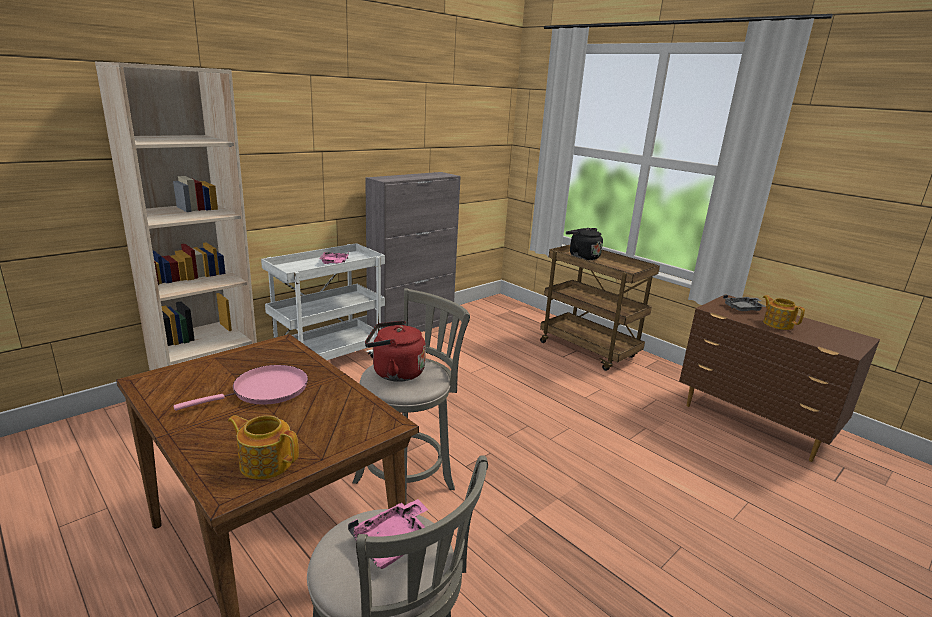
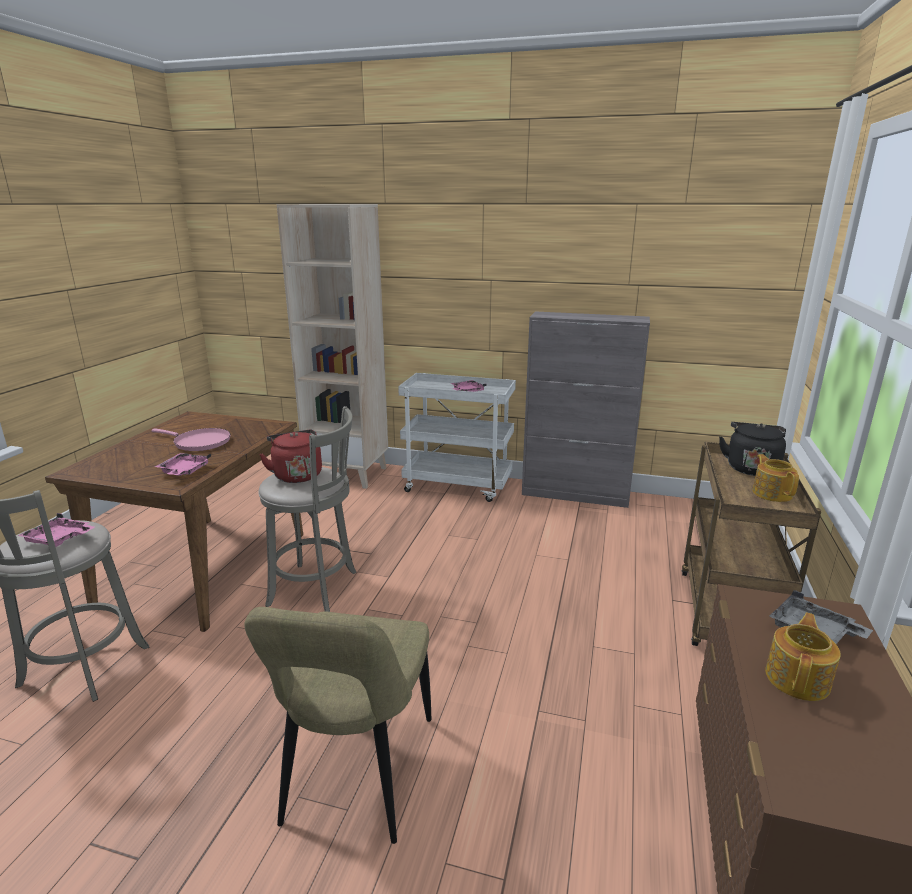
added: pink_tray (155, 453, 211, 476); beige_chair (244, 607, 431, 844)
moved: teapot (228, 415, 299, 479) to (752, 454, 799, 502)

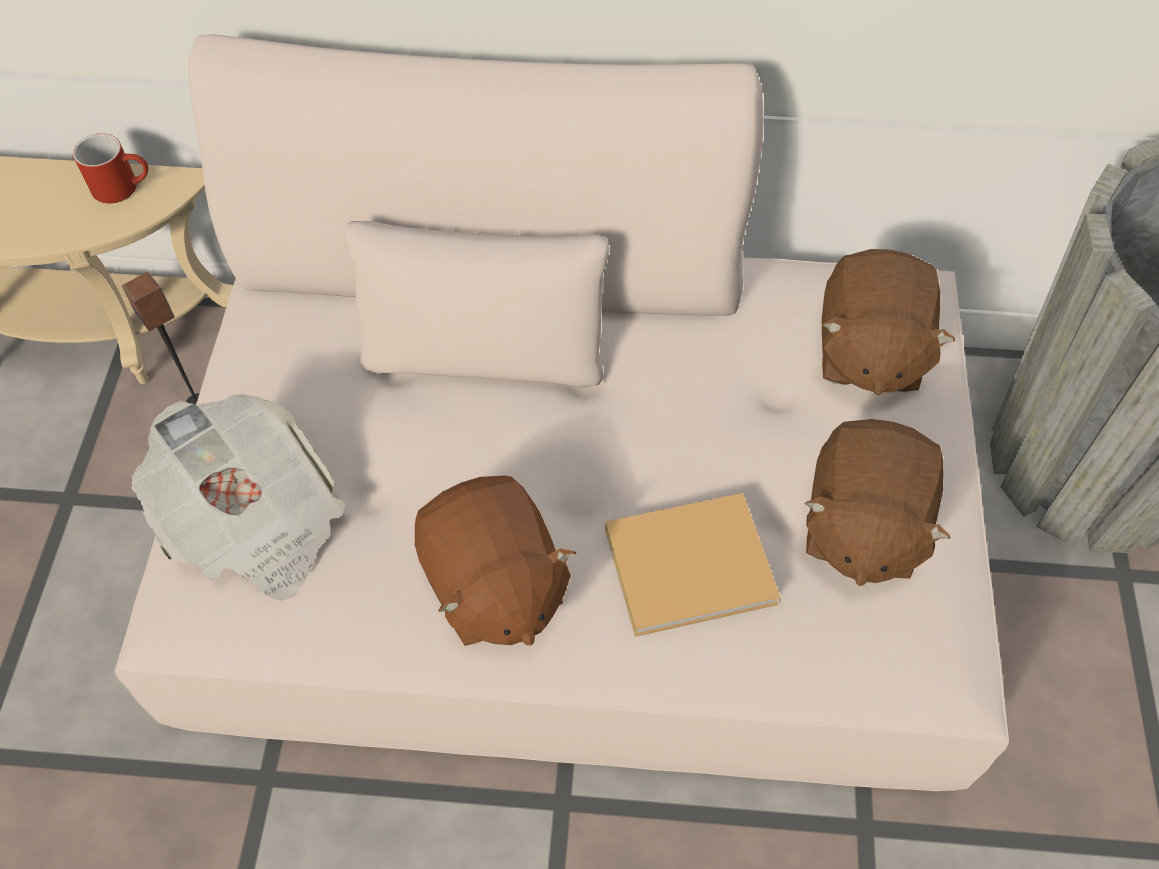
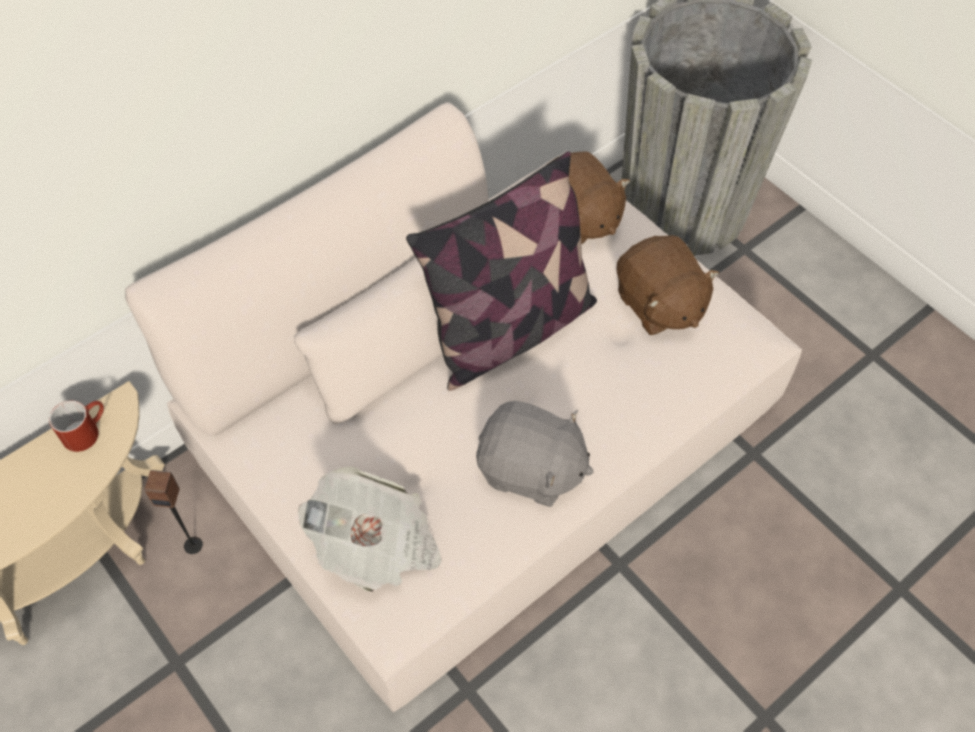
removed: beige_book (605, 493, 780, 637)
added: pillow (406, 151, 597, 391)
recoloured: brown_plush_toy (415, 476, 576, 646) to grey_plush_toy (476, 401, 594, 507)

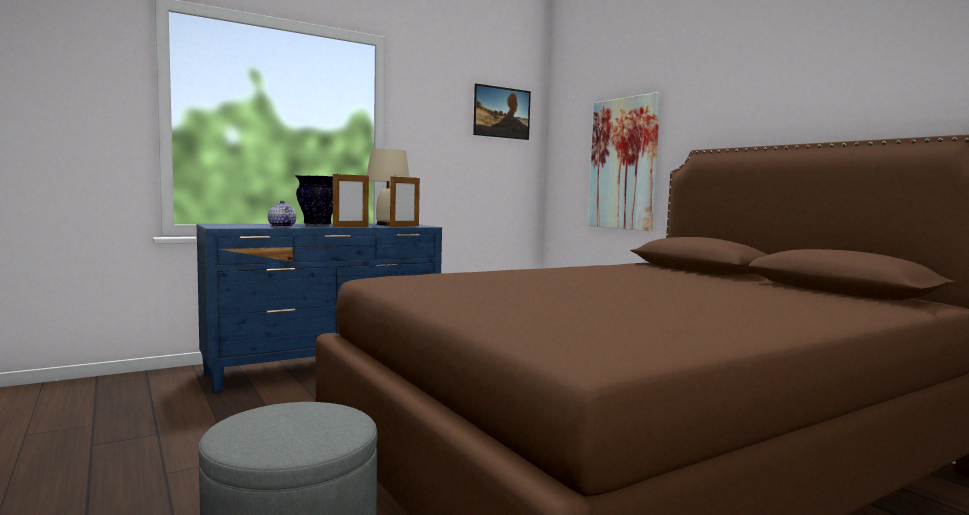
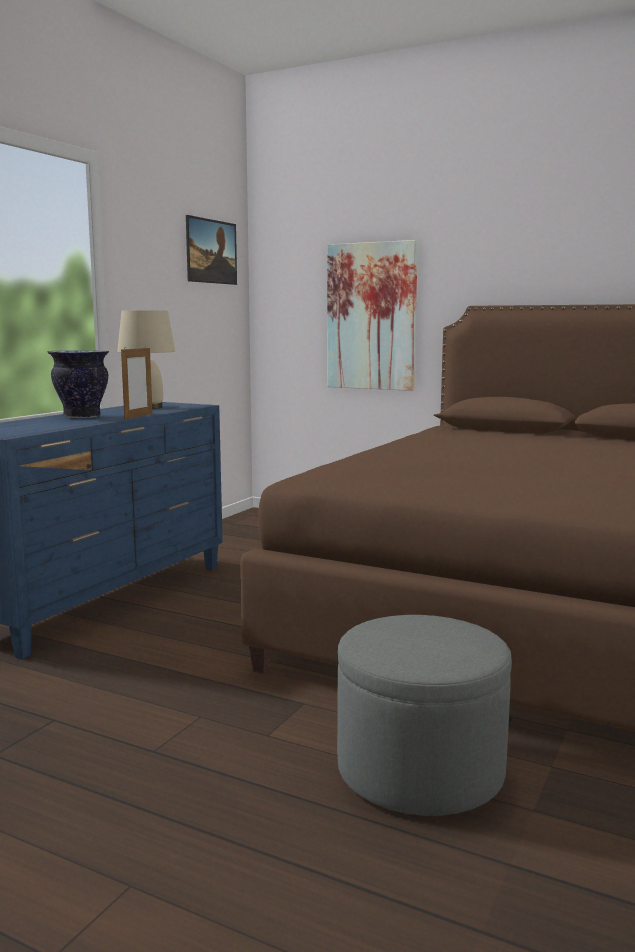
removed: teapot (268, 200, 296, 227); picture_frame (390, 175, 420, 227)

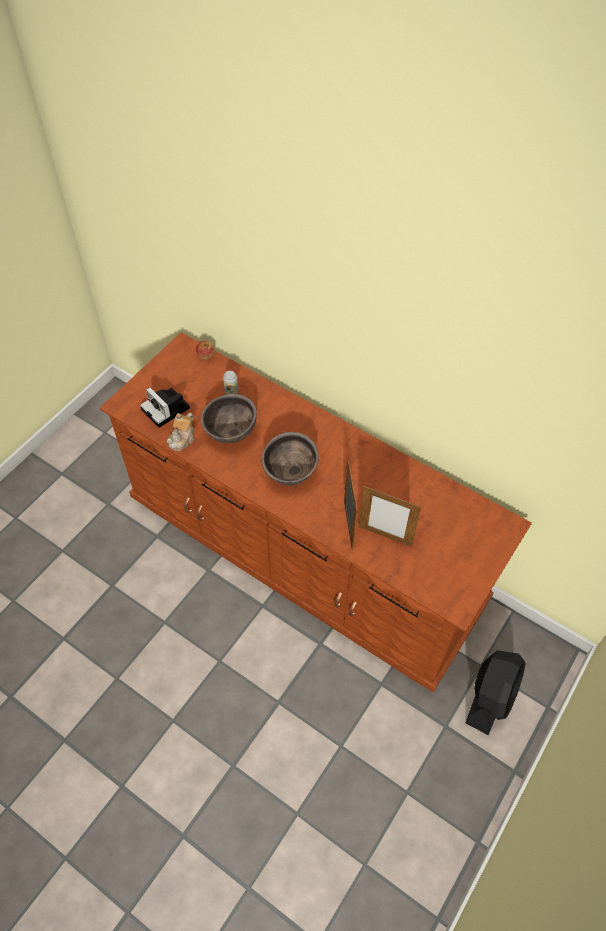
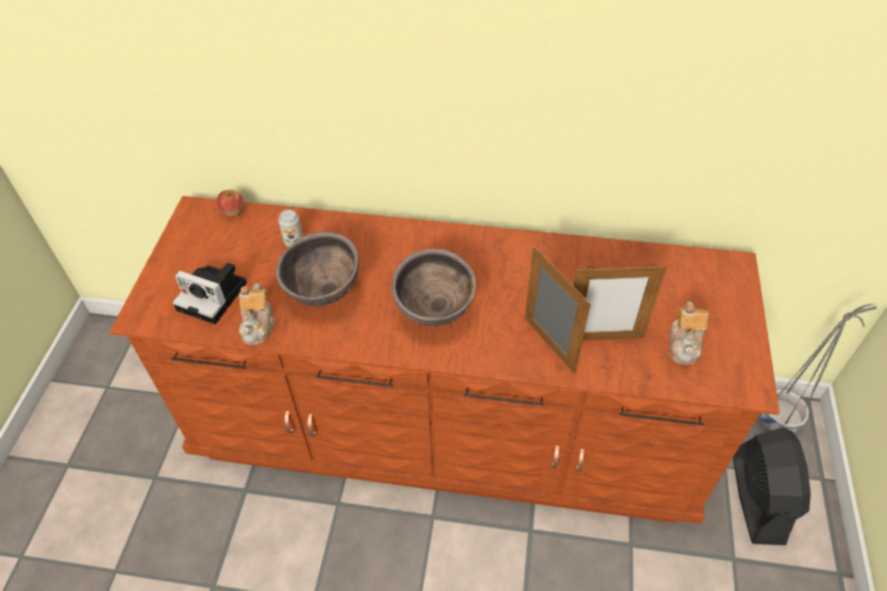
added: teapot (669, 301, 708, 365); grey_planter (760, 304, 877, 434)

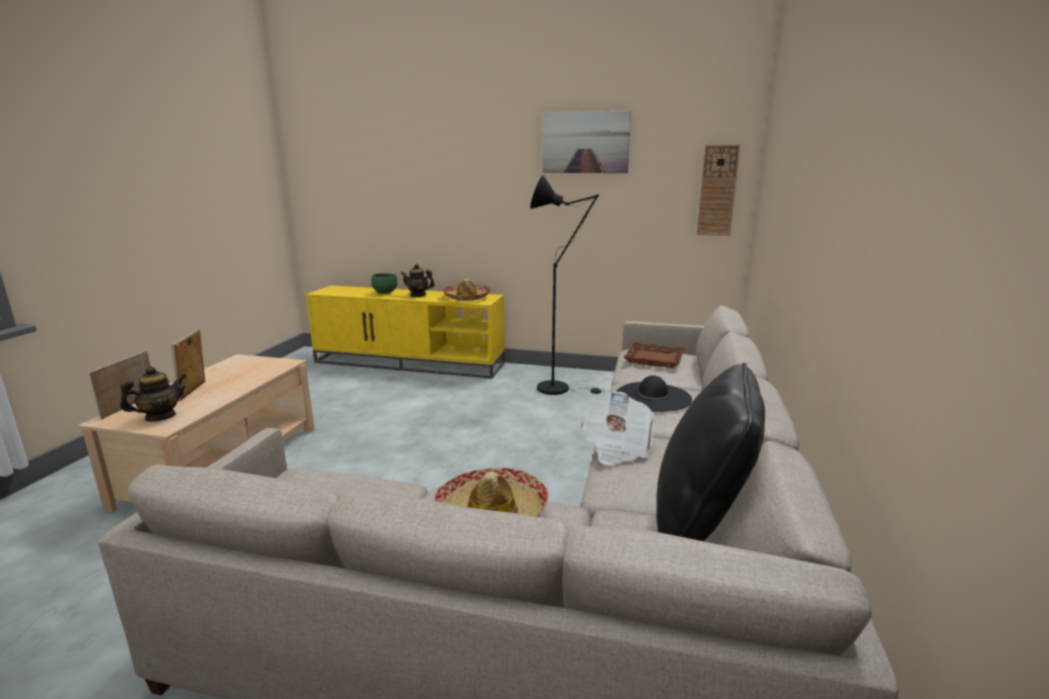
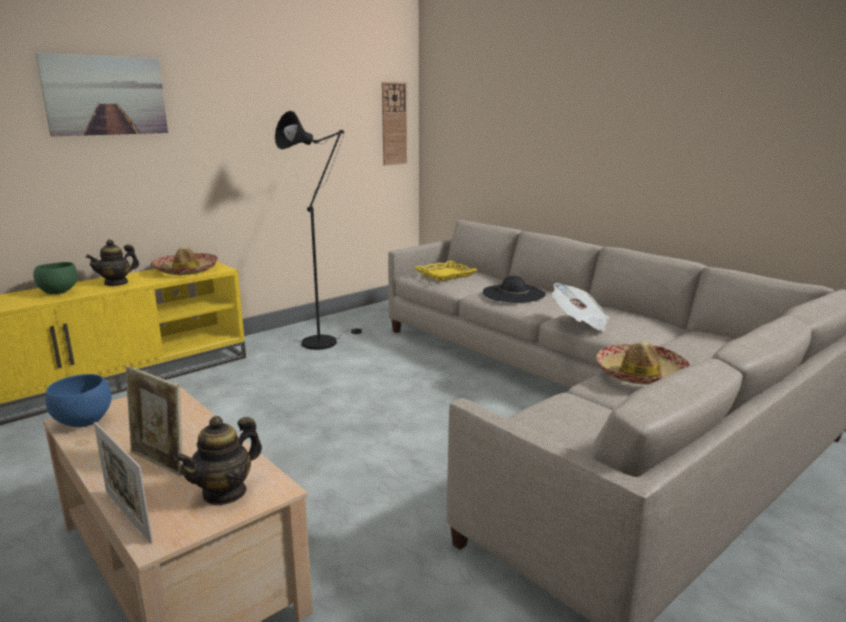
removed: black_pillow (656, 363, 765, 541)
added: blue_bowl (46, 374, 111, 427)
moved: picture (542, 110, 631, 173) to (36, 53, 168, 136)
recoloured: brown_tray (624, 342, 685, 368) to yellow_tray (414, 261, 478, 281)
turned: teapot (120, 366, 187, 421) = (174, 416, 262, 506) 135 degrees counterclockwise

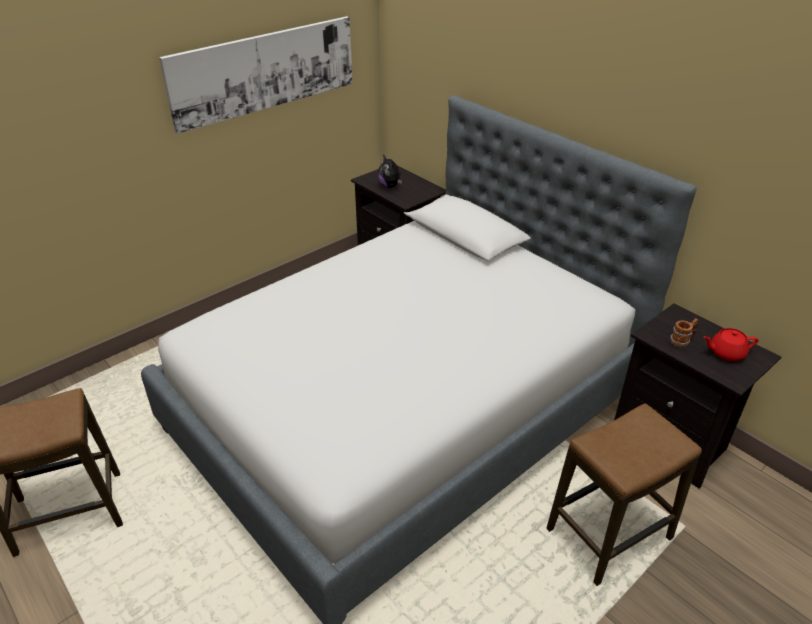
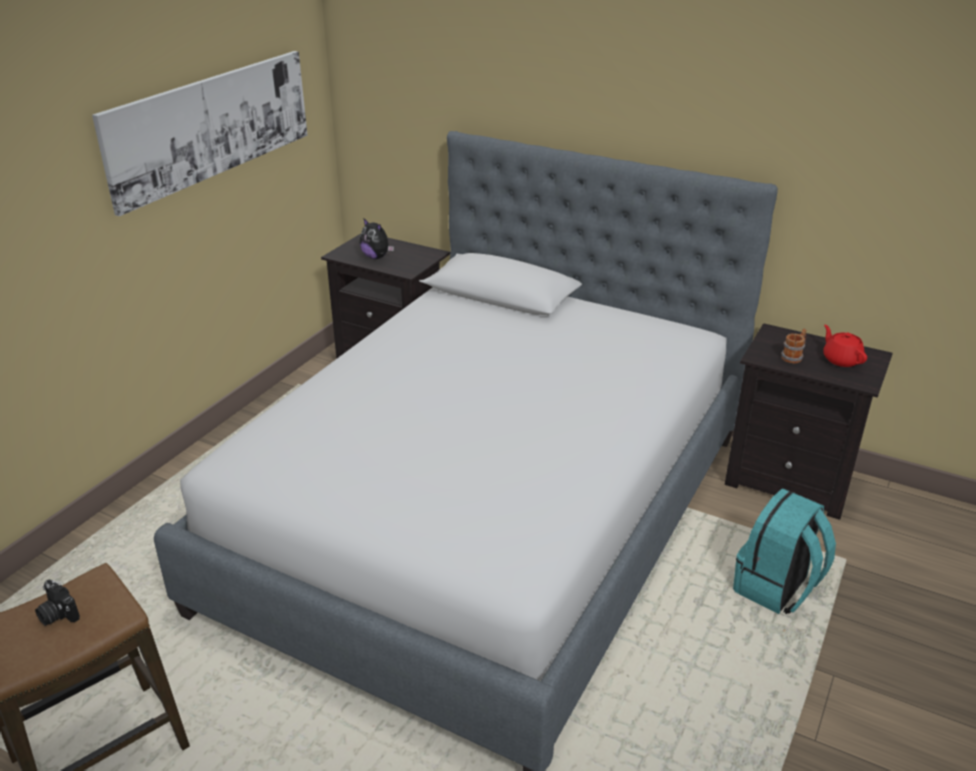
added: photo_camera (35, 580, 80, 626)
replaced: stool (546, 403, 702, 586) to turquoise_backpack (733, 489, 836, 614)
turned: red_teapot (704, 328, 759, 361) = (823, 325, 867, 367) 90 degrees clockwise

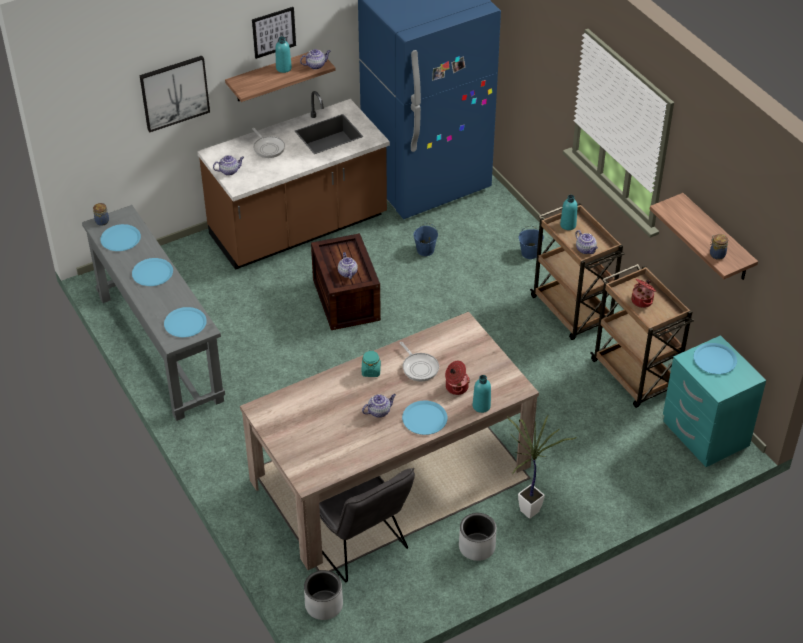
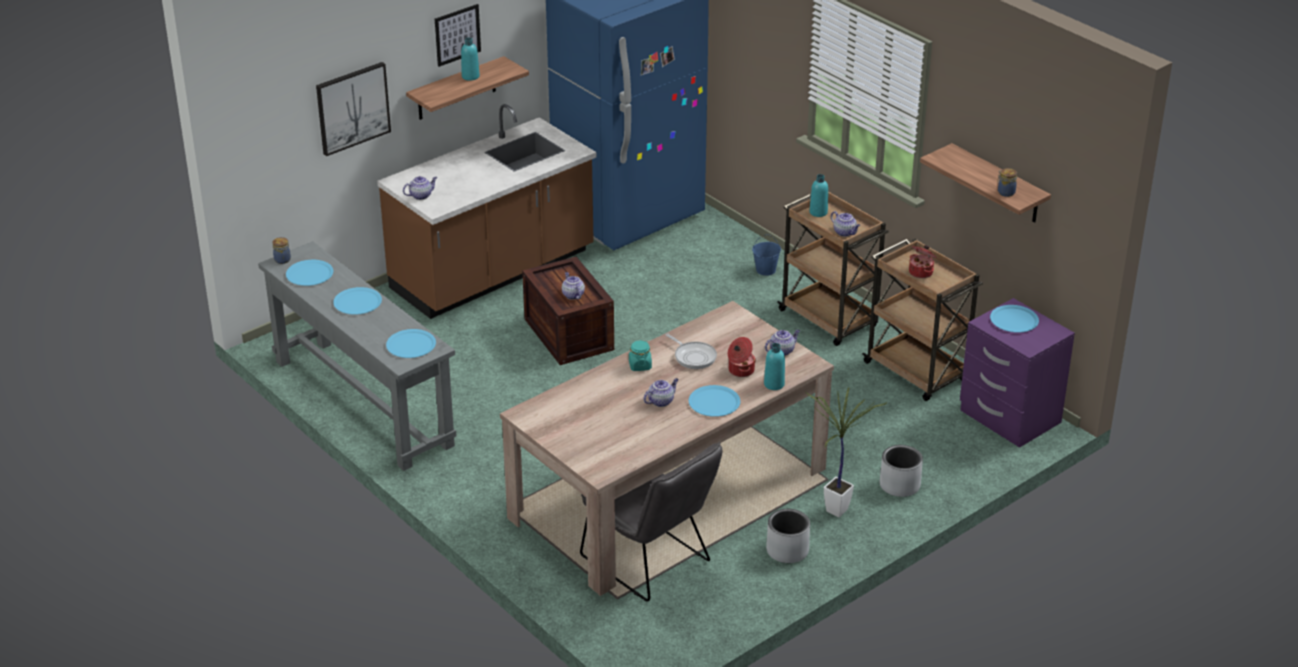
removed: frying_pan (252, 128, 285, 158); blue_bucket (413, 223, 438, 256)
moved: teapot (300, 49, 330, 70) to (765, 330, 800, 356); grey_planter (304, 570, 343, 620) to (880, 445, 923, 497)
recoloured: turquoise_nightstand (663, 335, 766, 467) to purple_nightstand (960, 298, 1075, 448)

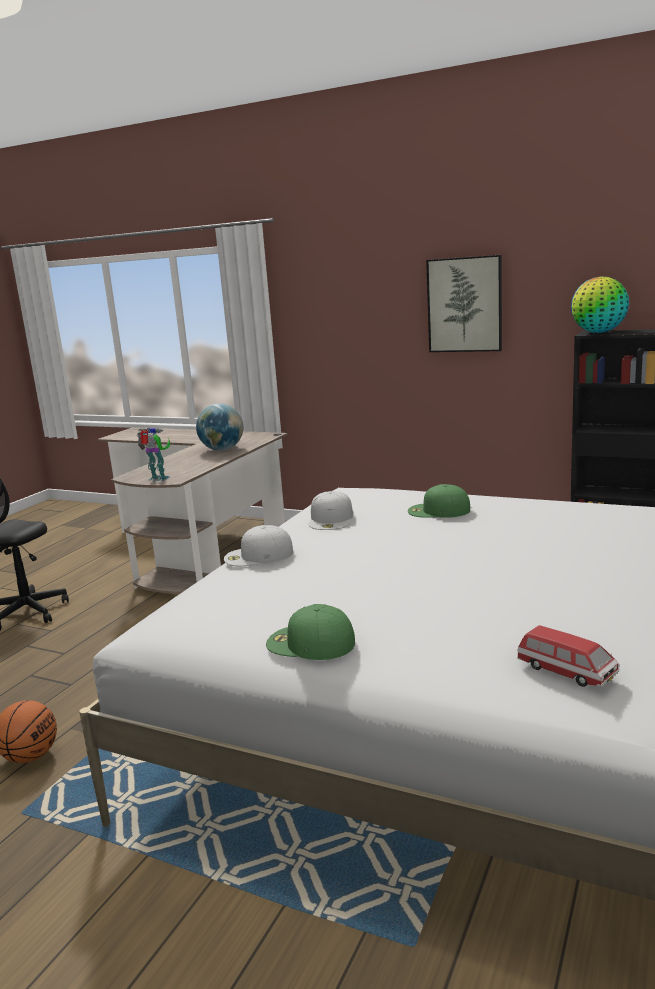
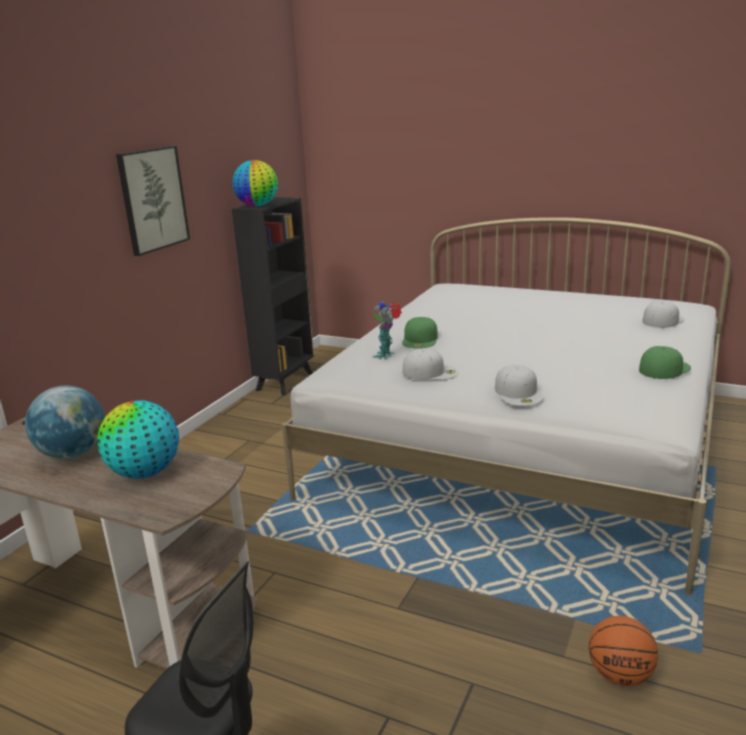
added: globe (97, 400, 179, 479)
moved: toy_robot (137, 428, 170, 481) to (373, 301, 402, 360)
replaced: toy_car (517, 625, 619, 687) to white_cap (642, 301, 684, 328)
turned: green_cap (266, 604, 355, 660) = (639, 346, 691, 379) 150 degrees counterclockwise

